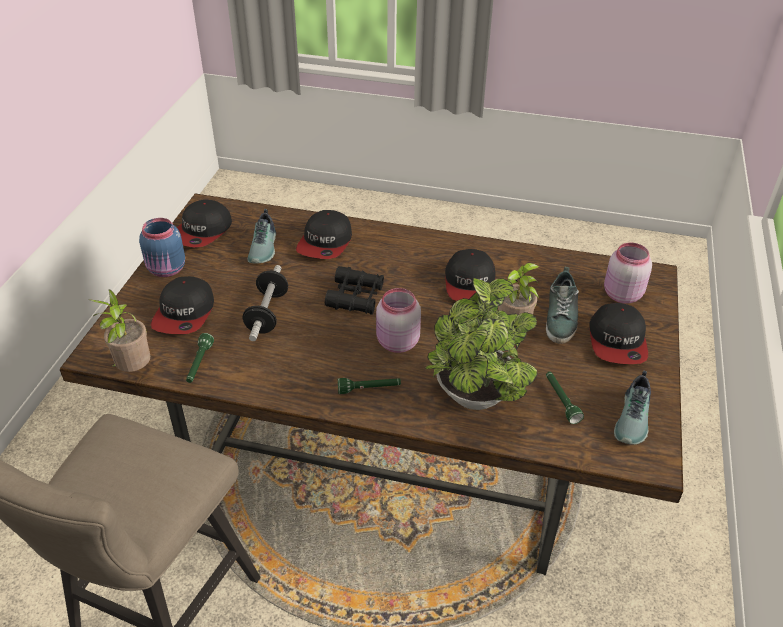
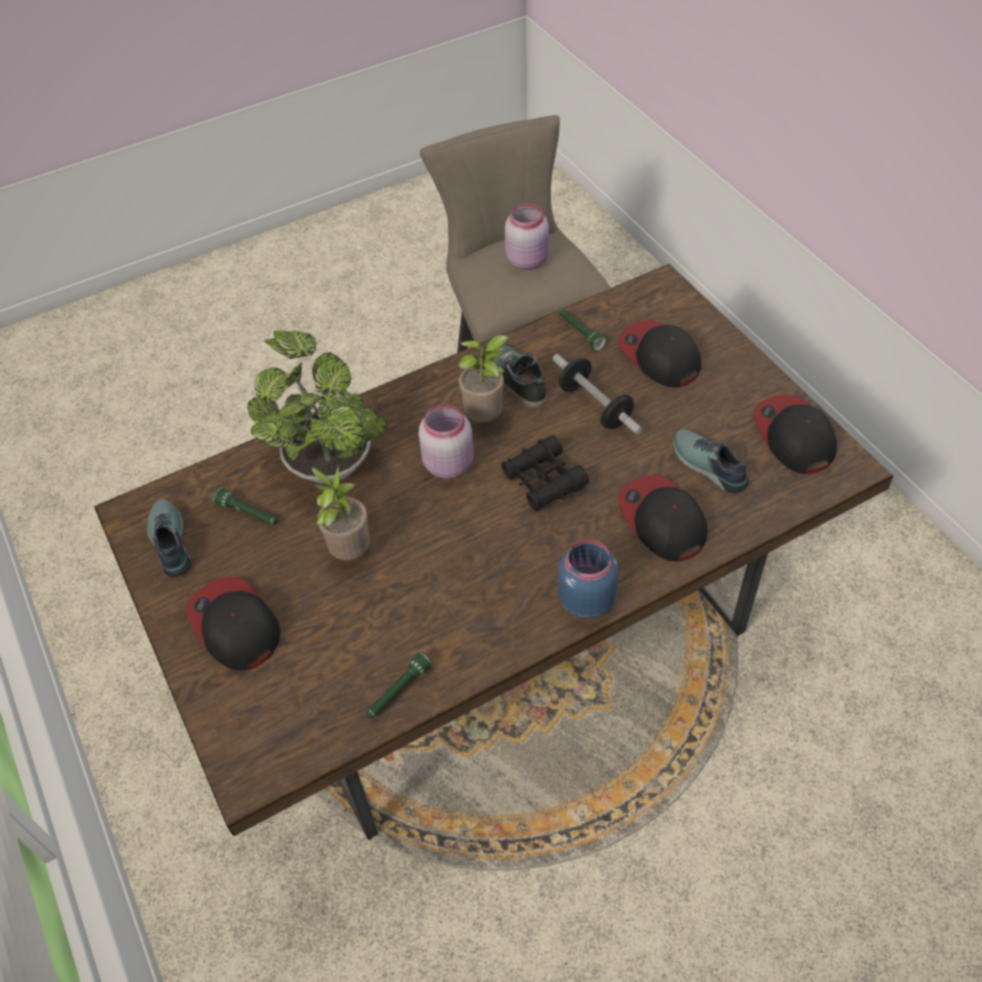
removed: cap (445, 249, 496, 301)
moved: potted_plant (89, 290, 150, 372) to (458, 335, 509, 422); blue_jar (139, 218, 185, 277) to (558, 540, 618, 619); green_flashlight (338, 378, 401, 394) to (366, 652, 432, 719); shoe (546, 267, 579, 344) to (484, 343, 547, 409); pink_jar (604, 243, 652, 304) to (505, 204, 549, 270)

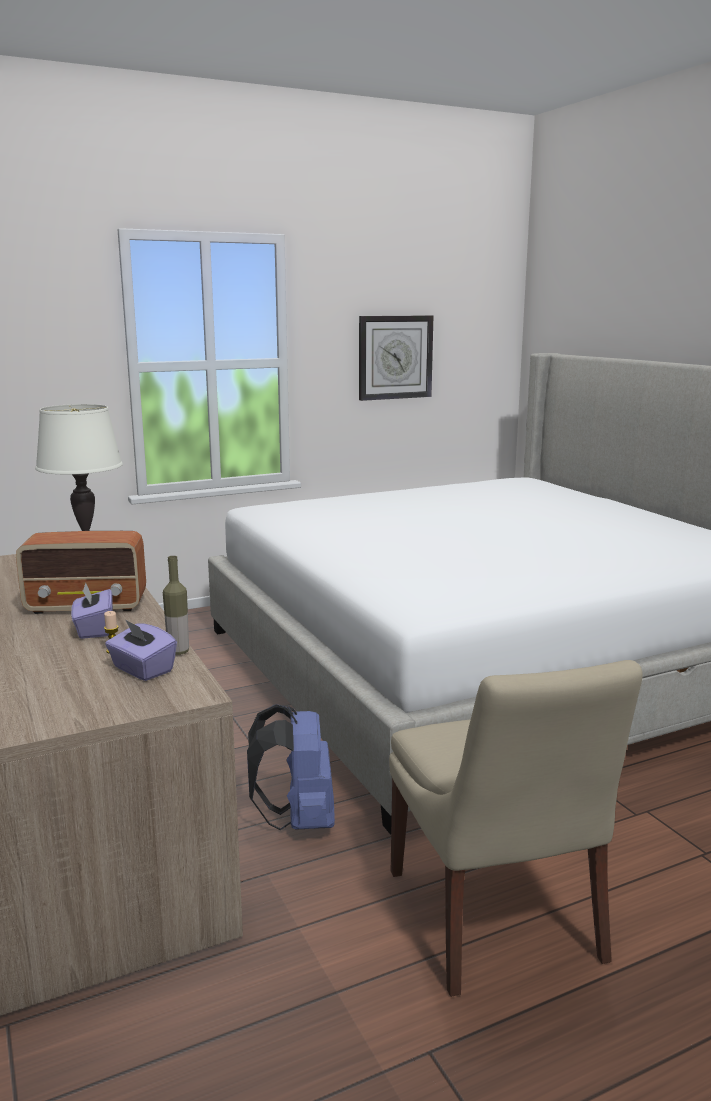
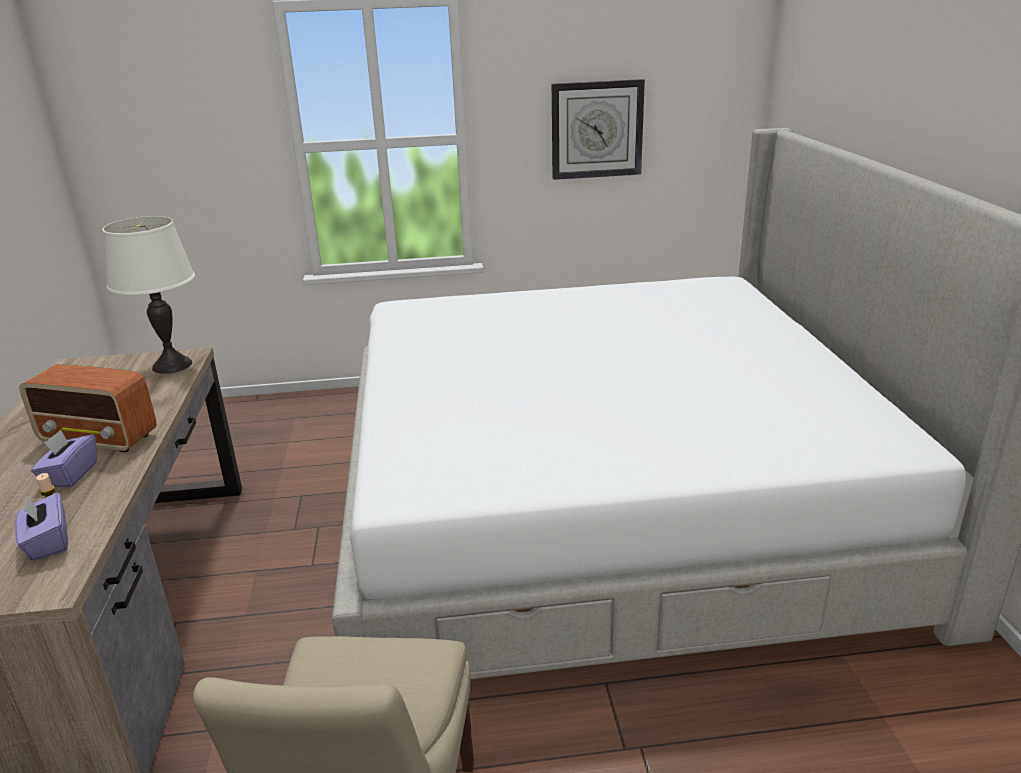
removed: bottle (163, 556, 189, 655); blue_backpack (247, 705, 335, 830)

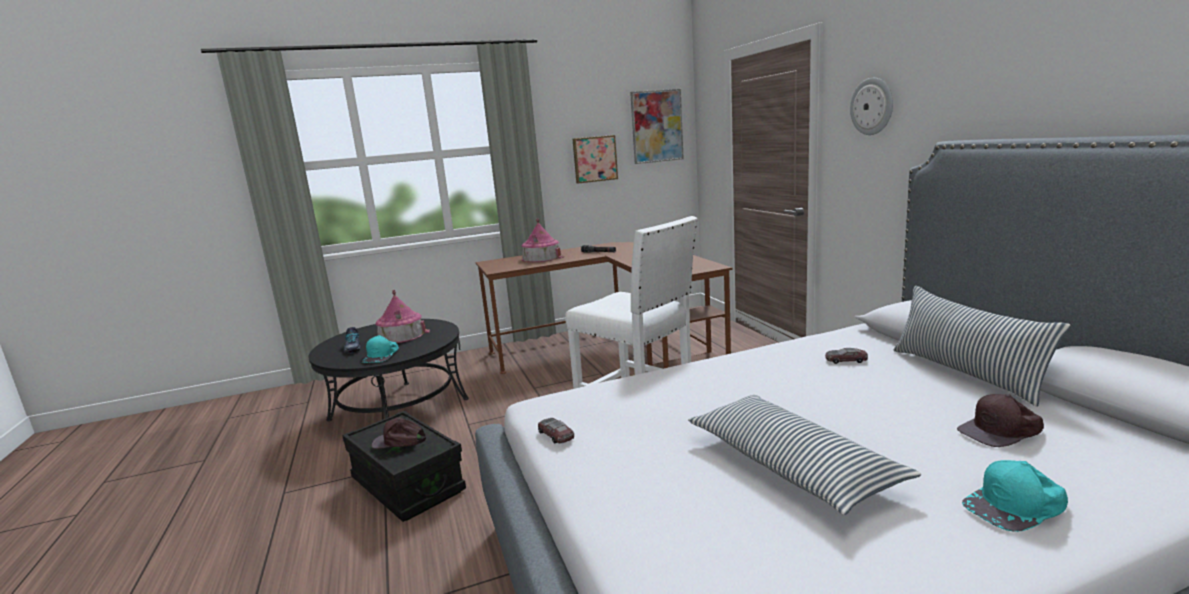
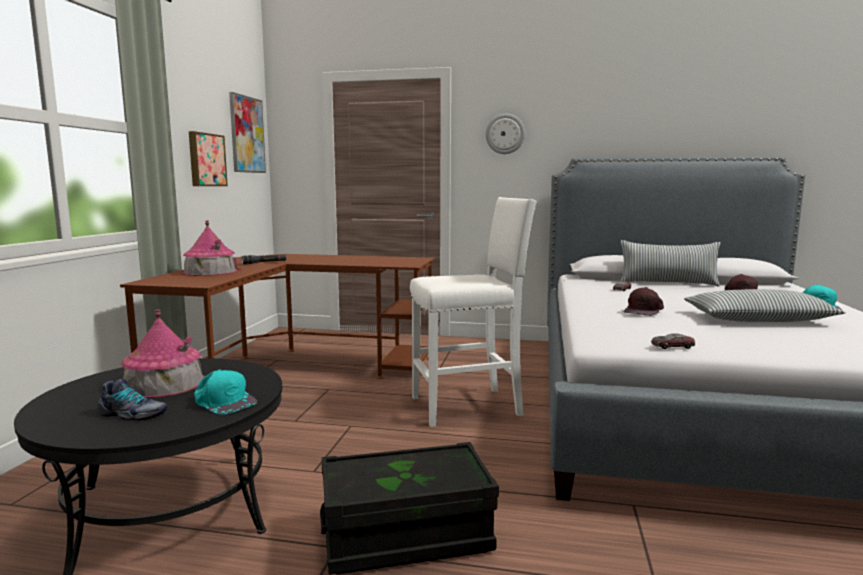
moved: brown_cap (371, 417, 426, 449) to (624, 287, 664, 316)

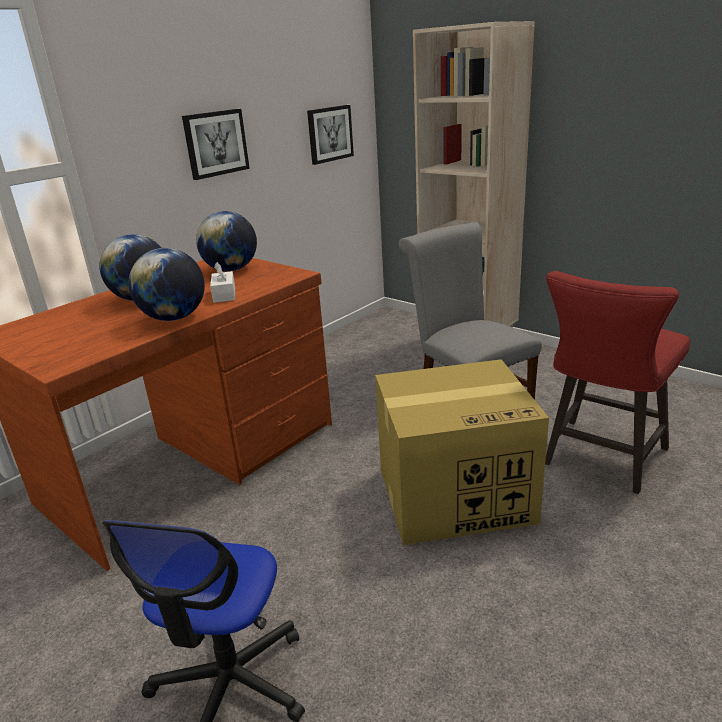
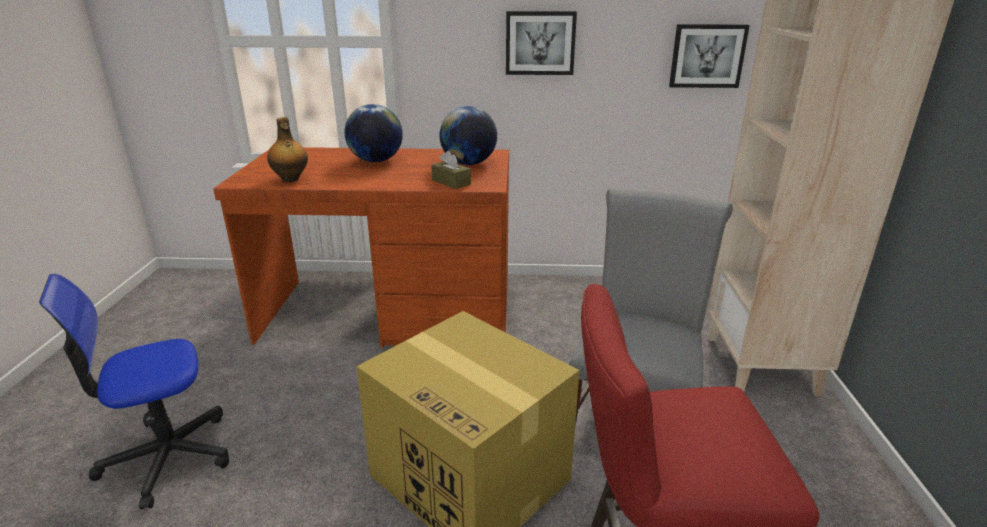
removed: globe (129, 248, 205, 321); white_tissue_box (210, 262, 235, 303)
added: bottle (267, 117, 308, 182); brown_tissue_box (431, 151, 471, 189)

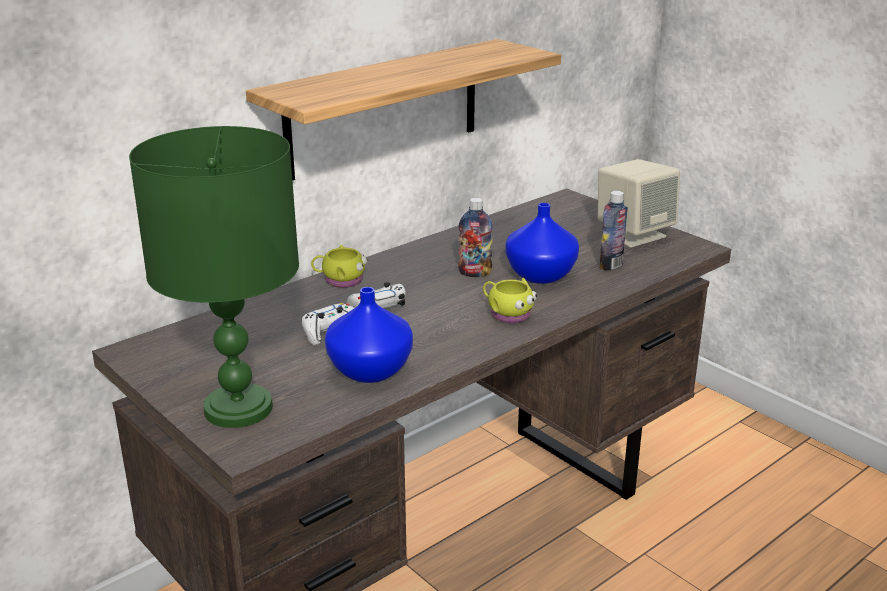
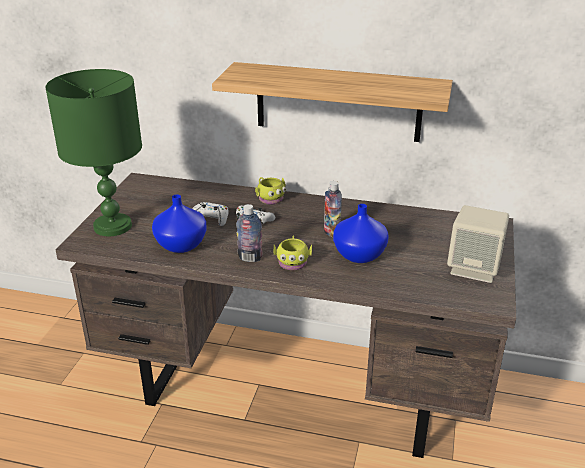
moved: bottle (599, 191, 628, 270) to (236, 204, 263, 262)

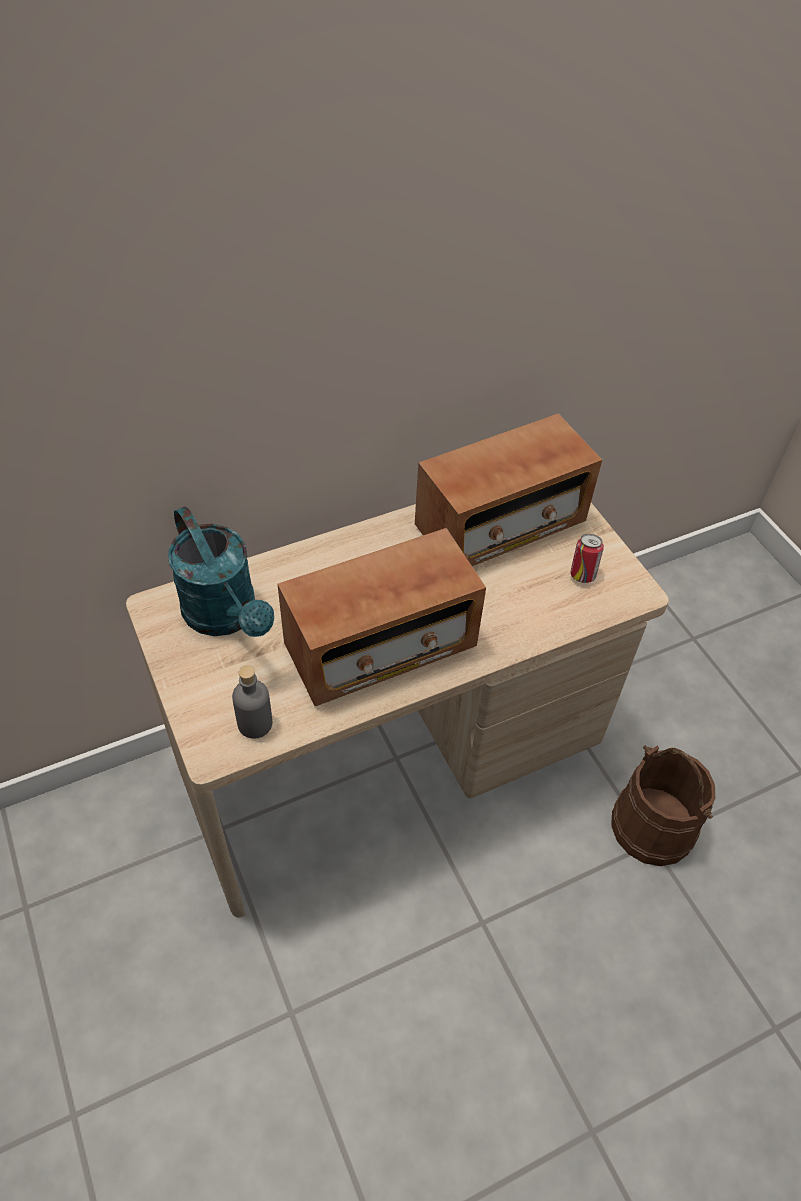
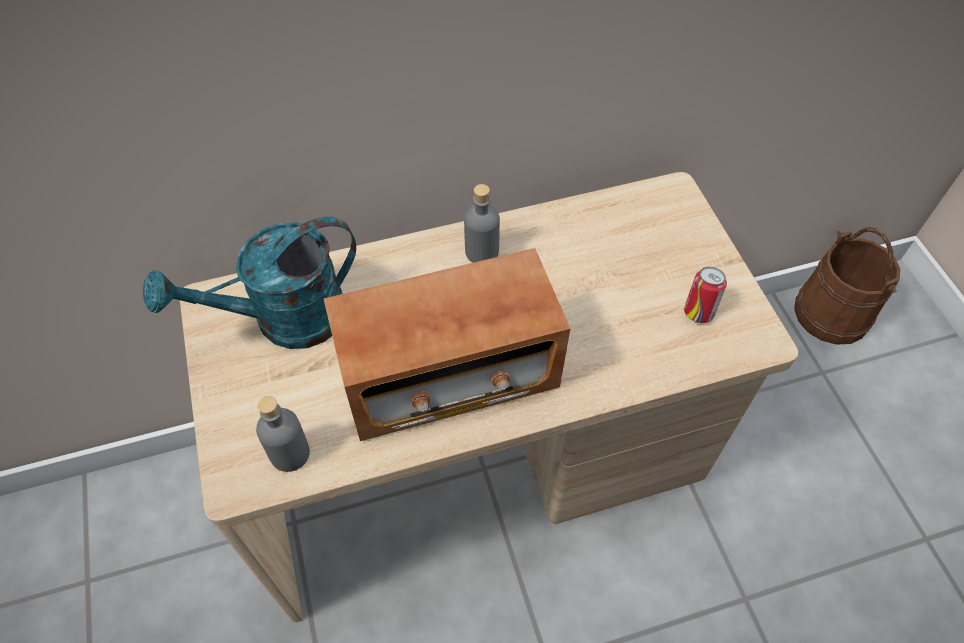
removed: radio (415, 413, 602, 566)
added: grey_bottle (464, 184, 500, 263)
moved: brown_bucket (611, 745, 715, 866) to (794, 227, 900, 345)
turned: turquoise_watering_can (168, 506, 274, 637) = (143, 216, 356, 349) 90 degrees clockwise

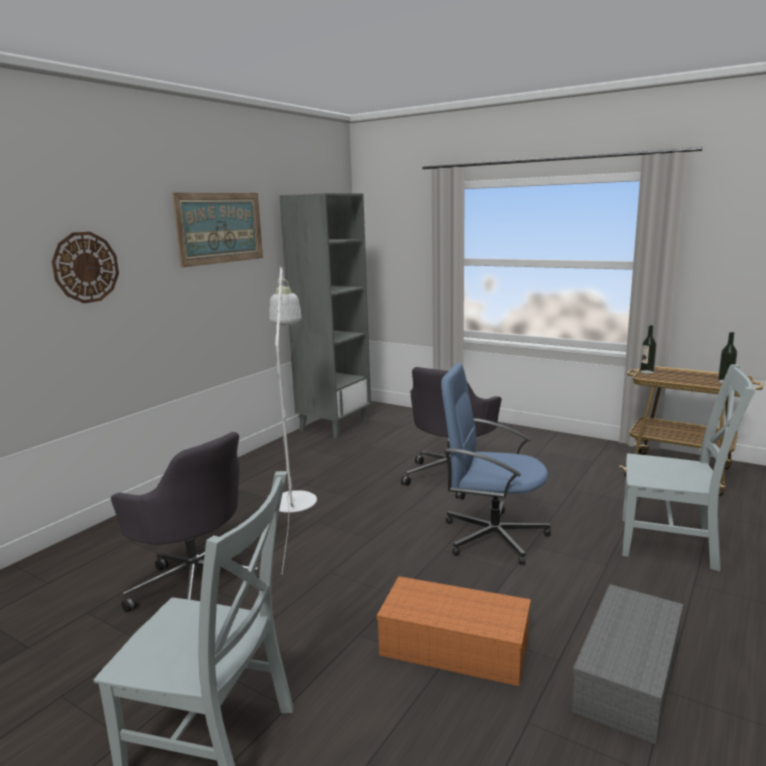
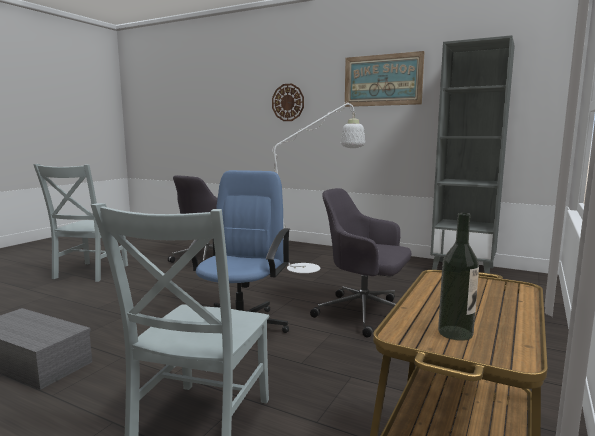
removed: orange_storage_box (377, 576, 531, 686); bottle (640, 325, 656, 374)

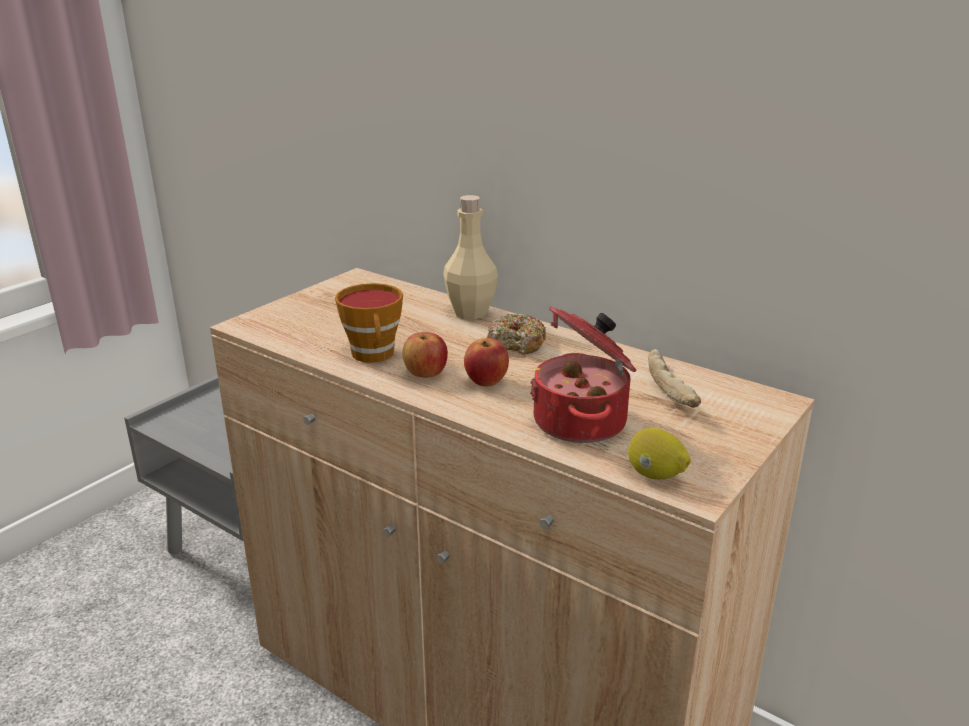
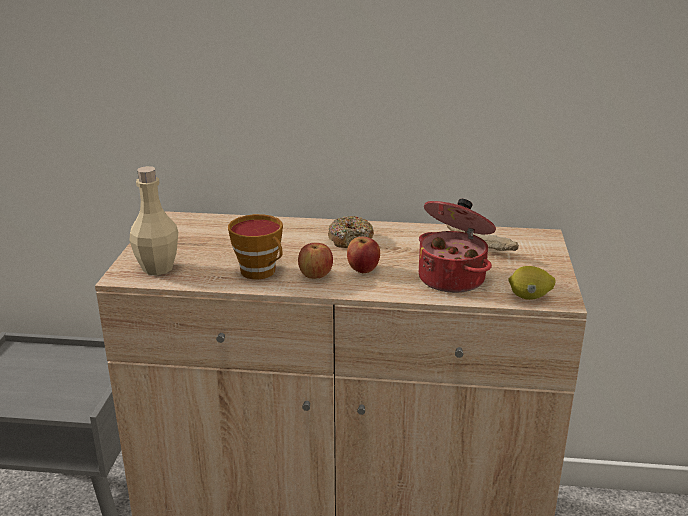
moved: beige_bottle (443, 195, 498, 319) to (130, 166, 178, 275)

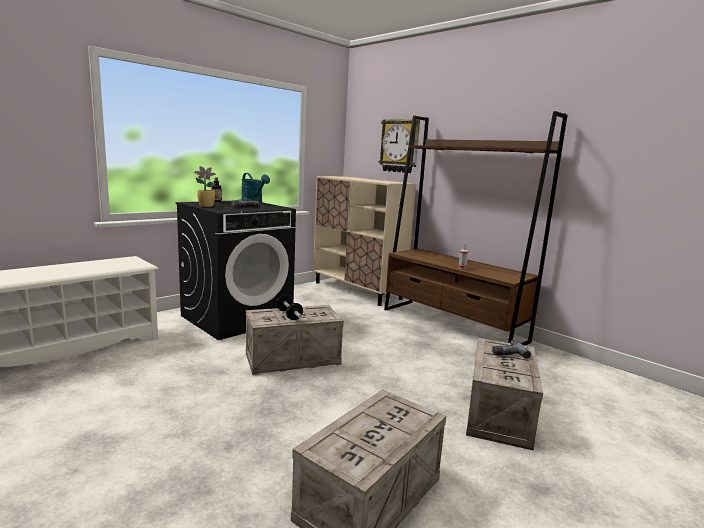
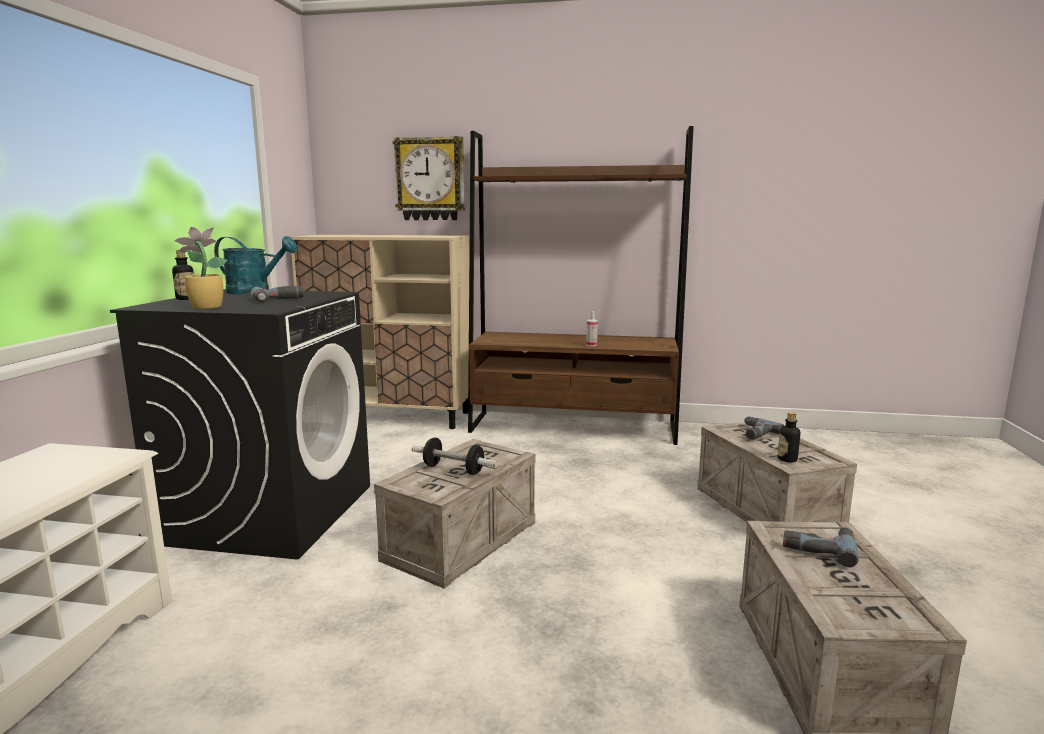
added: bottle (778, 412, 800, 462); power_drill (783, 527, 858, 567)

